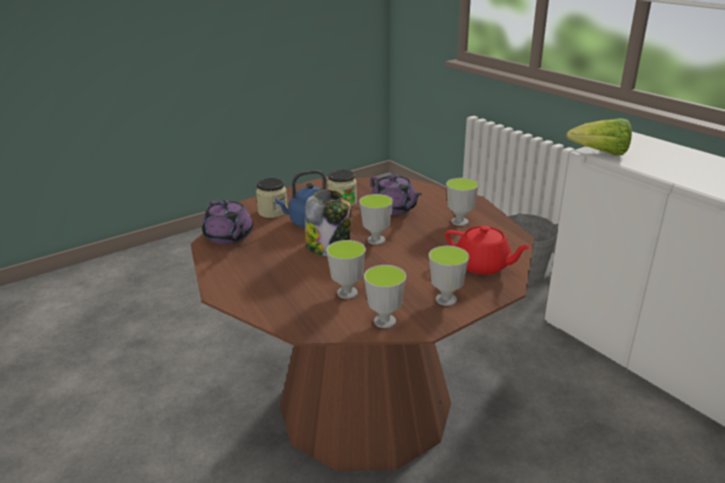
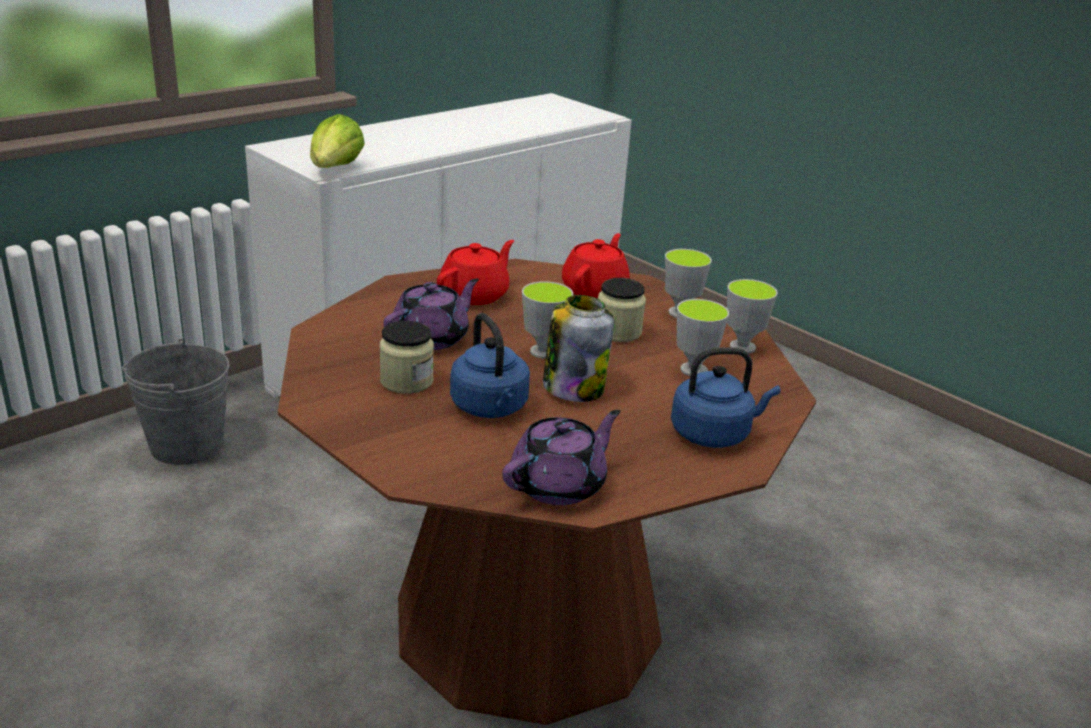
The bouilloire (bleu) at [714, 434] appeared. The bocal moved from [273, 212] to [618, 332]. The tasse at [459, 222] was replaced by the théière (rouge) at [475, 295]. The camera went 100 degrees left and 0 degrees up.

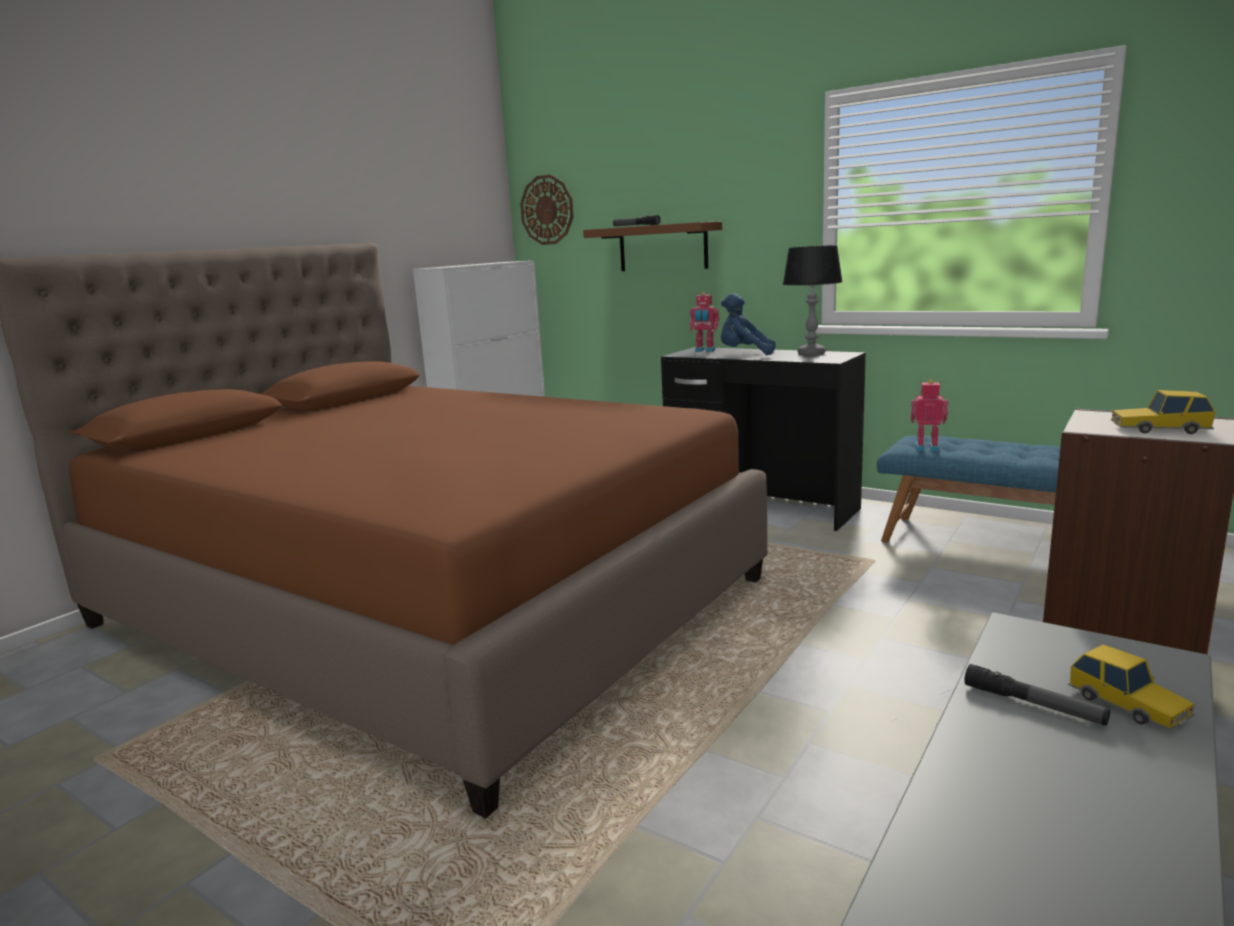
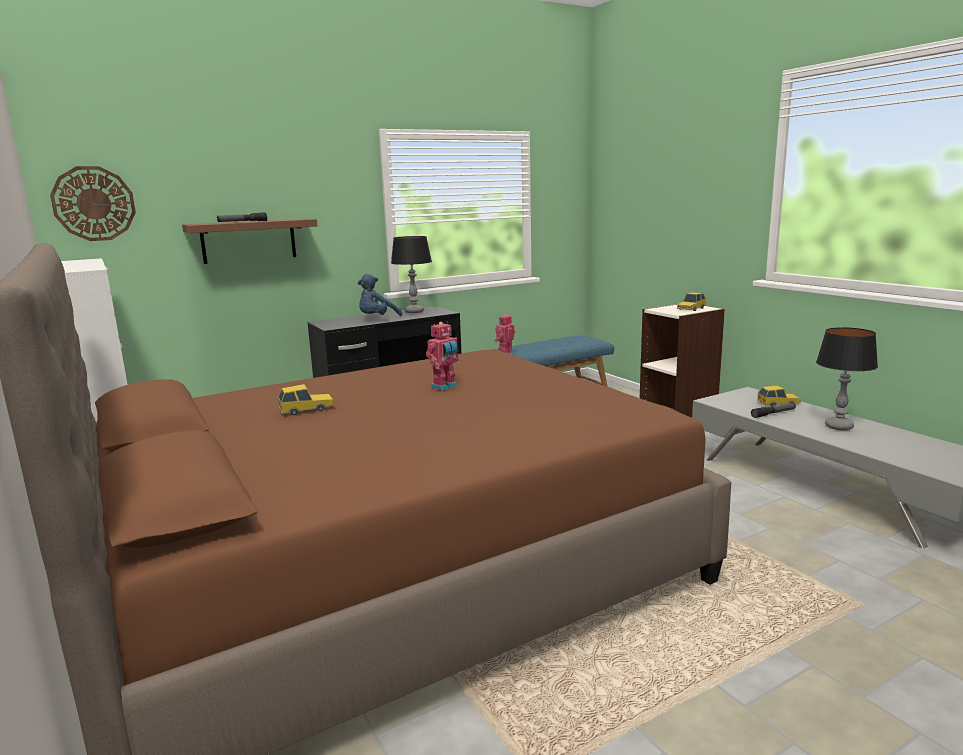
The petite voiture at [306, 409] appeared. The lampe de table at [838, 426] appeared. The robot jouet moved from [704, 350] to [445, 387]. The camera went 65 degrees left and 0 degrees up.

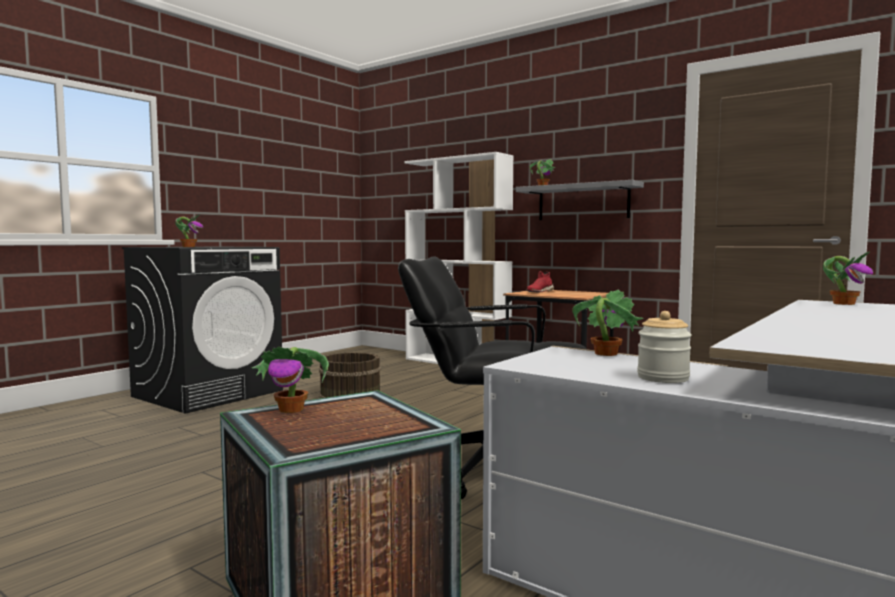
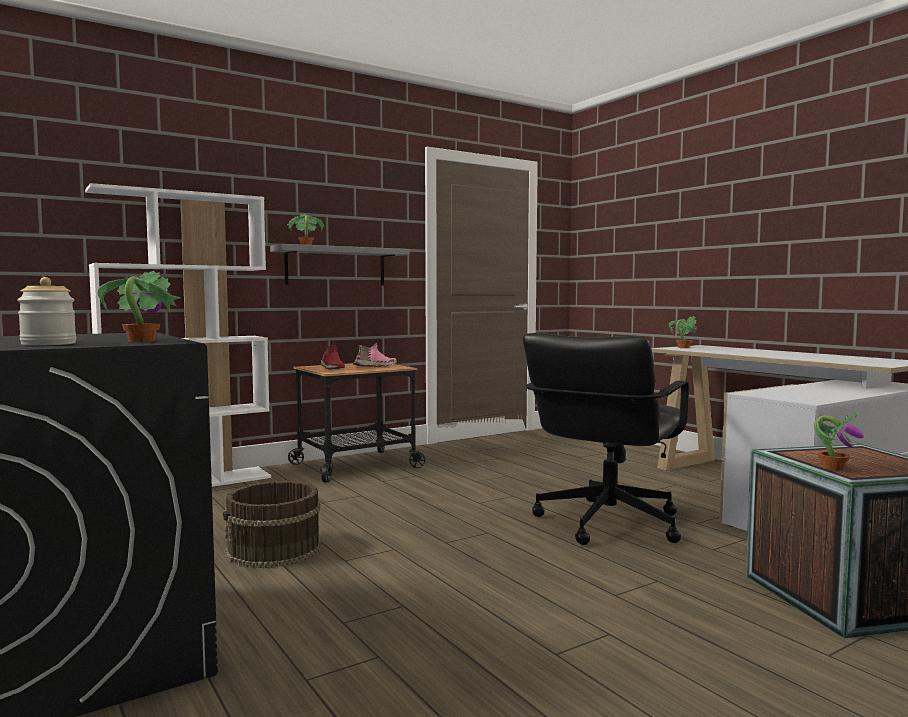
The plante en pot at [605, 353] disappeared. The chaussure (rose) at [376, 366] appeared. The bocal moved from [663, 378] to [48, 344]. The camera went 70 degrees left and 0 degrees up.

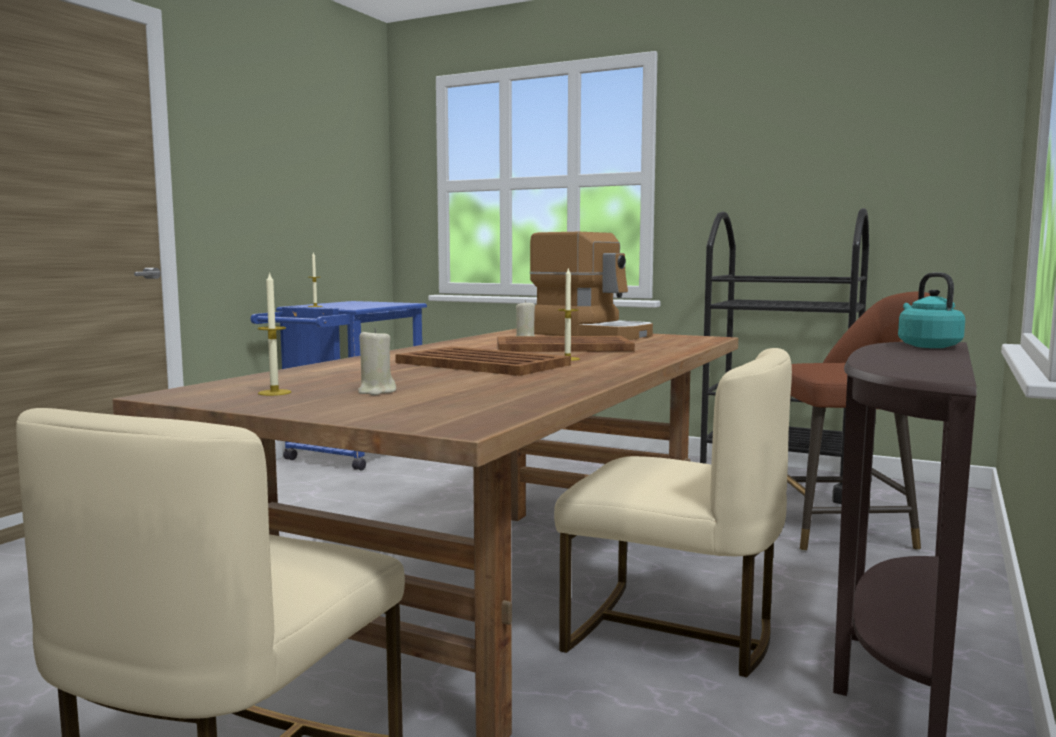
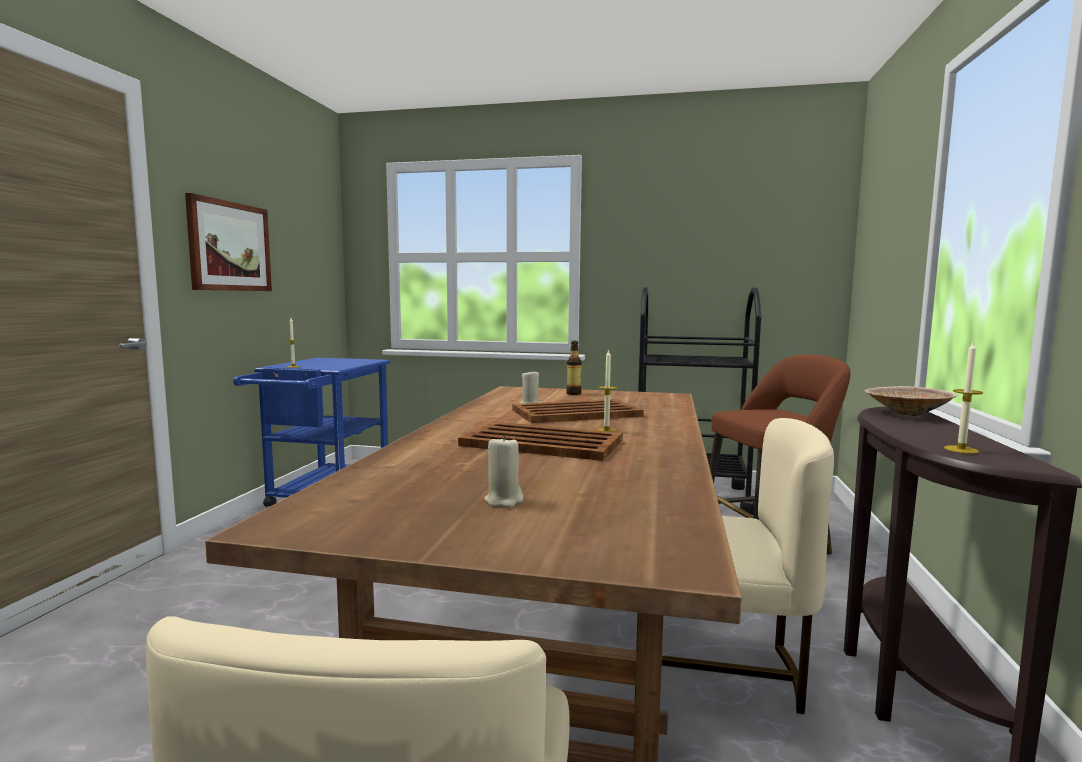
The tableau at [229, 246] appeared. The bougie moved from [274, 392] to [961, 450]. The machine à café at [592, 334] was replaced by the bouteille at [573, 393]. The bouilloire (turquoise) at [927, 346] was replaced by the bol (beige) at [906, 414]. The camera went 15 degrees left and 0 degrees up.

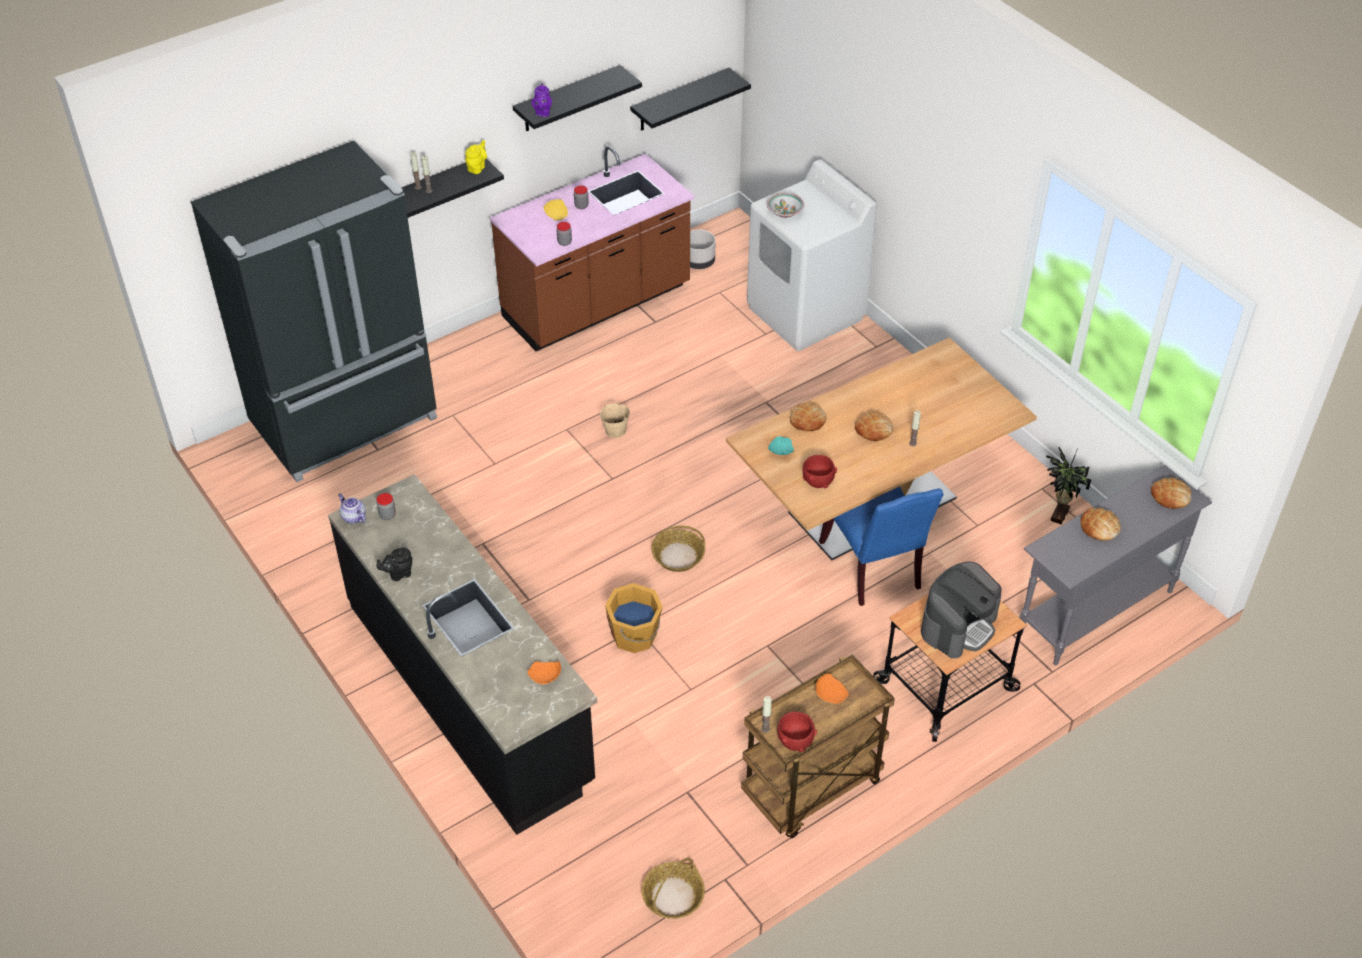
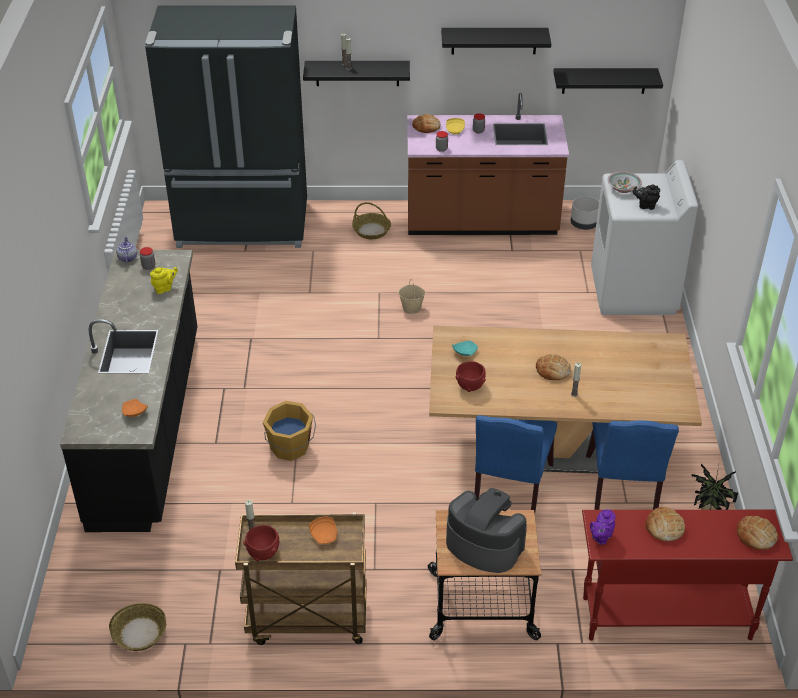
The chaise (bleu) at [623, 492] appeared. The théière (noir) moved from [398, 574] to [645, 206]. The théière (jaune) moved from [477, 167] to [164, 288]. The théière (violet) moved from [542, 113] to [600, 537]. The panier moved from [678, 556] to [371, 231]. The pain moved from [807, 420] to [426, 126]. The table console (gris) at [1095, 611] became the table console (rouge) at [665, 617]. The machine à café at [958, 625] turned 135 degrees counterclockwise. The camera went 35 degrees right and 5 degrees down.

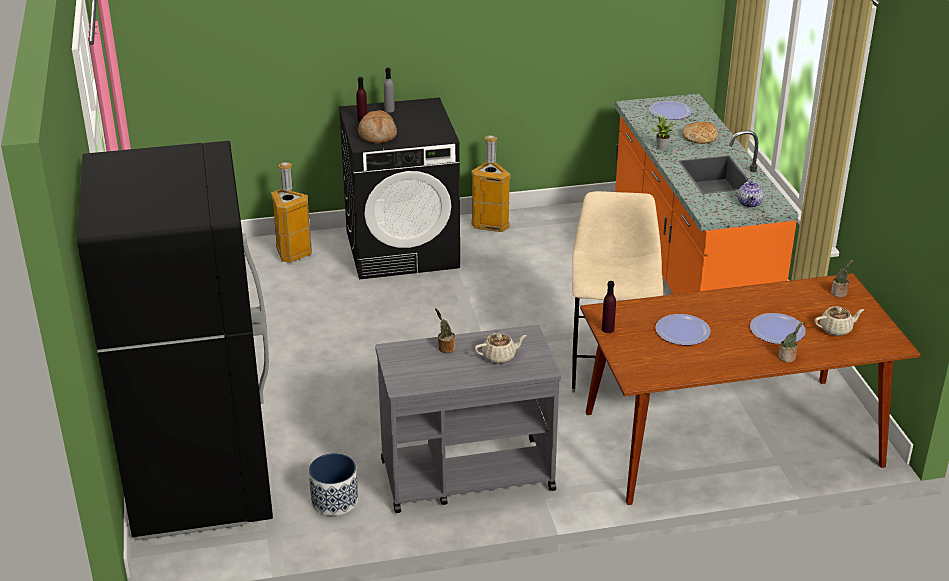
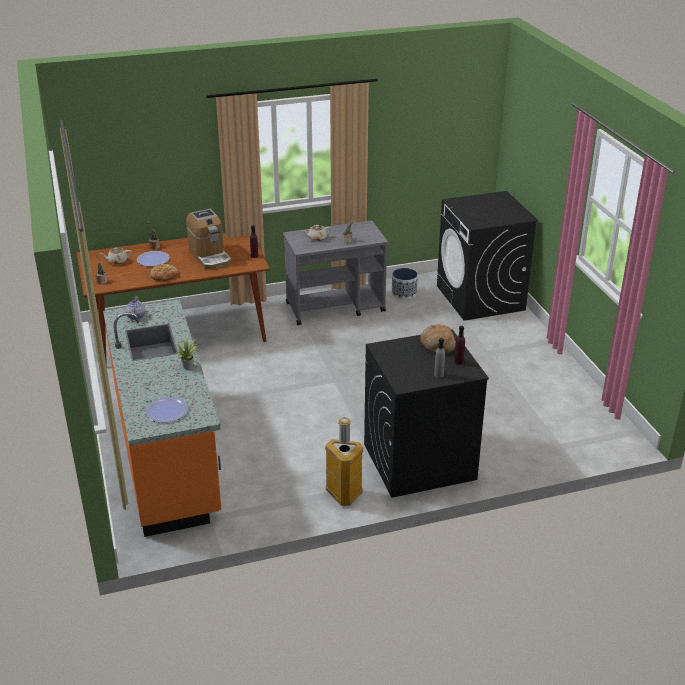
The poubelle at [292, 253] disappeared. The tabouret (beige) at [610, 370] disappeared. The pain moved from [700, 136] to [164, 275]. The réfrigérateur (noir) at [200, 481] was replaced by the lave-linge (noir) at [480, 298]. The assiette at [682, 331] was replaced by the machine à café at [210, 257]. The camera went 175 degrees right and 0 degrees up.

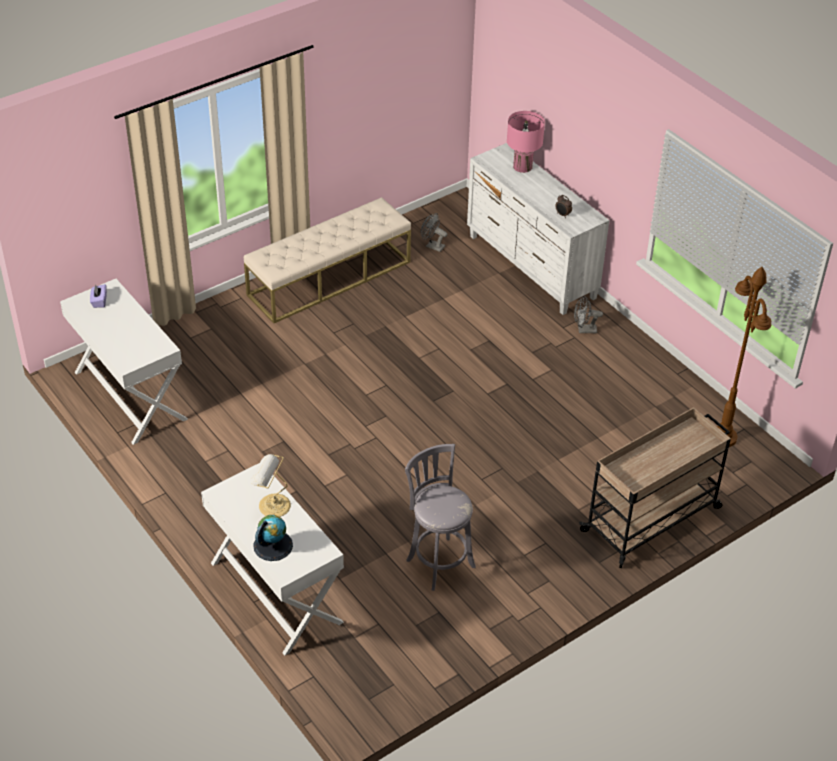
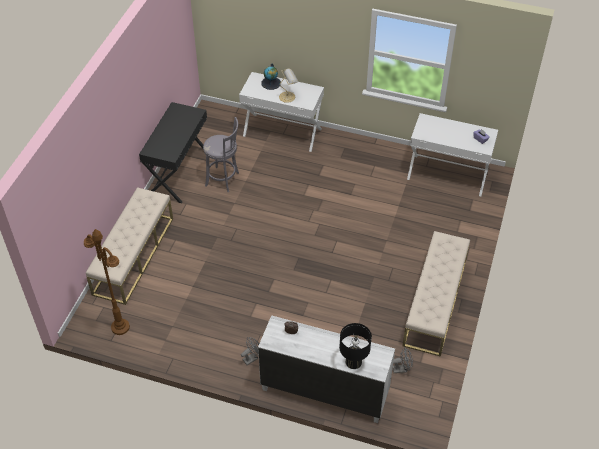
The bureau (noir) at [178, 172] appeared. The chariot (beige) at [652, 518] was replaced by the banc (beige) at [133, 255]. The lampe de table (rose) at [522, 166] became the lampe de table (noir) at [353, 362]. The camera went 145 degrees right and 5 degrees up.

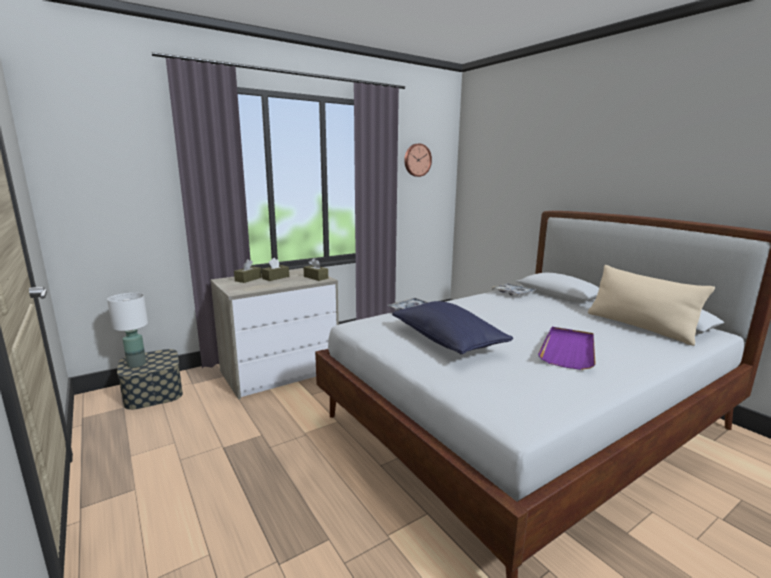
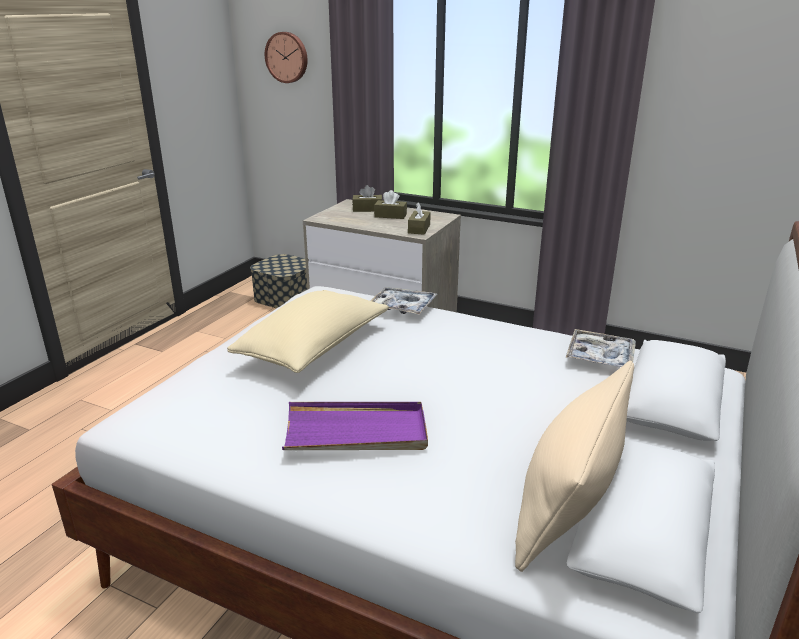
The lampe de table (blanc) at [136, 364] disappeared. The horloge murale moved from [417, 160] to [287, 57]. The coussin (bleu) at [447, 341] became the coussin (beige) at [314, 348]. The camera went 60 degrees right and 10 degrees up.

